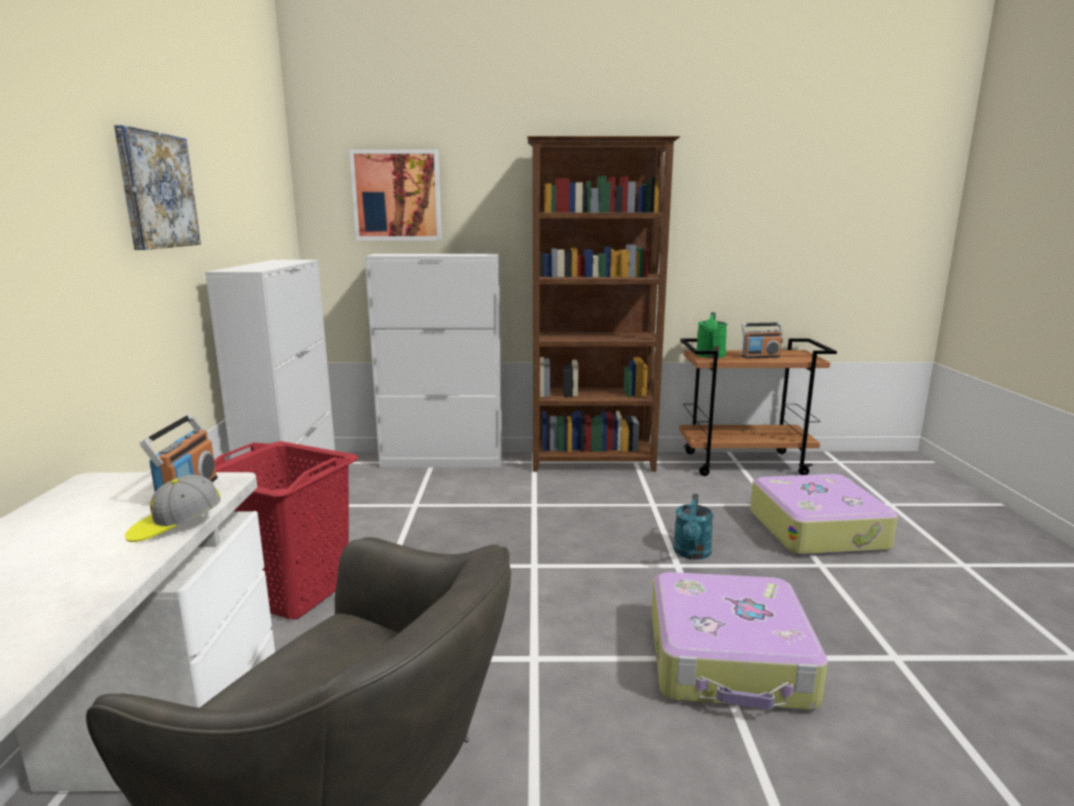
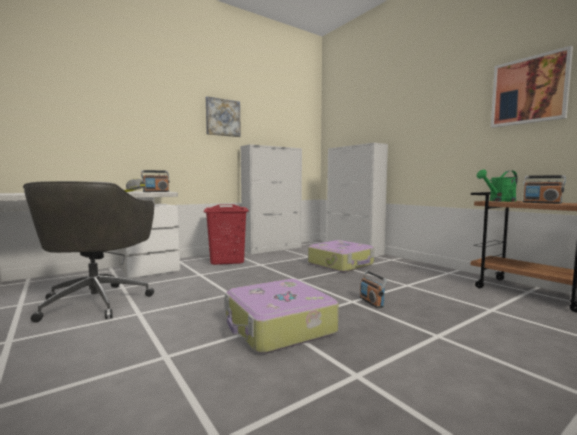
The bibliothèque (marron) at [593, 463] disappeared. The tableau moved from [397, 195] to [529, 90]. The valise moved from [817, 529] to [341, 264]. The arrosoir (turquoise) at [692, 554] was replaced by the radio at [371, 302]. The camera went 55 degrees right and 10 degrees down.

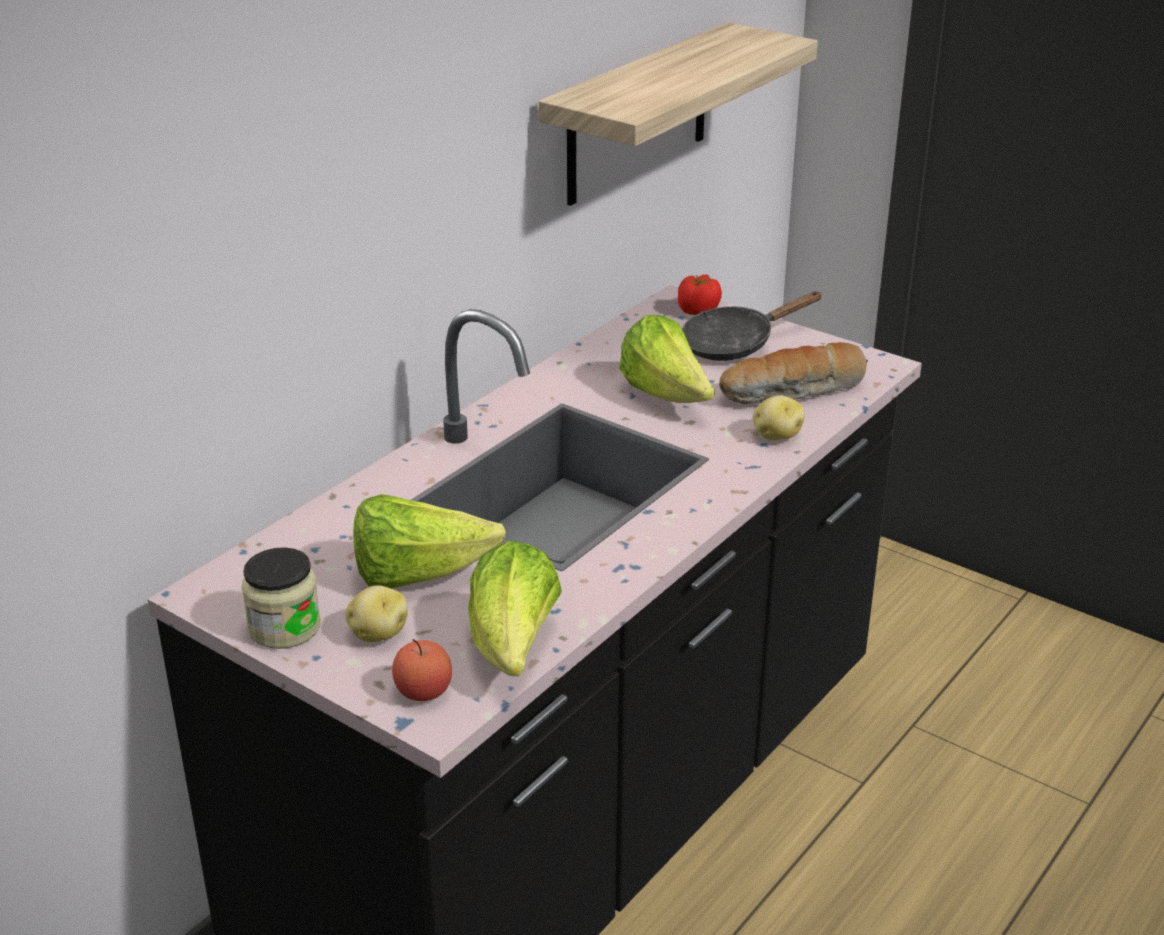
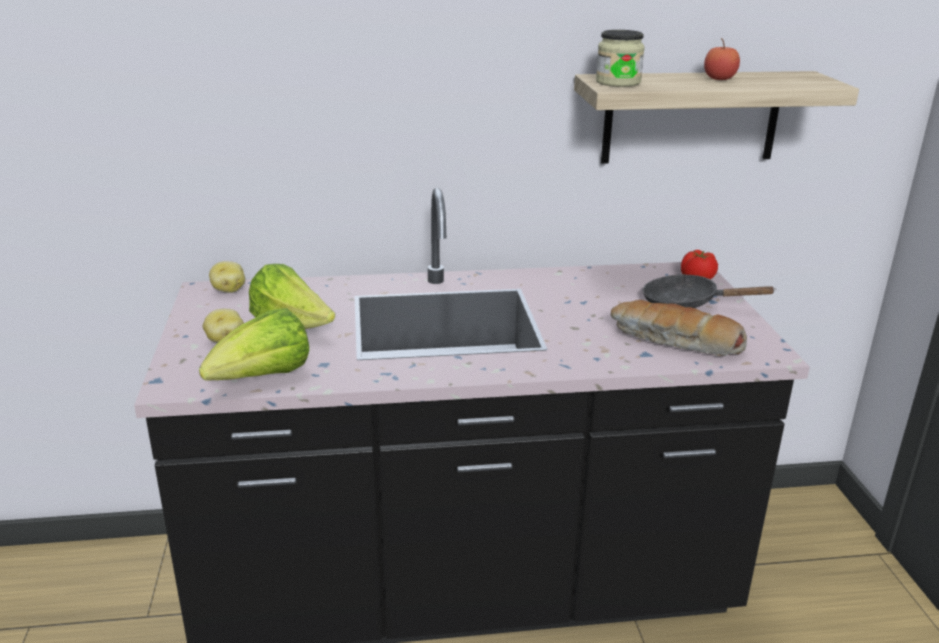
The laitue at [666, 396] disappeared. The bocal moved from [284, 628] to [618, 82]. The pomme moved from [423, 691] to [719, 78]. The pomme de terre moved from [776, 436] to [228, 290]. The camera went 45 degrees right and 5 degrees down.

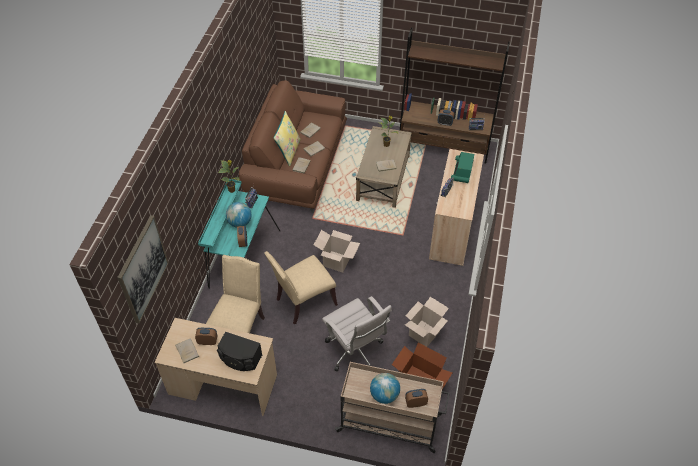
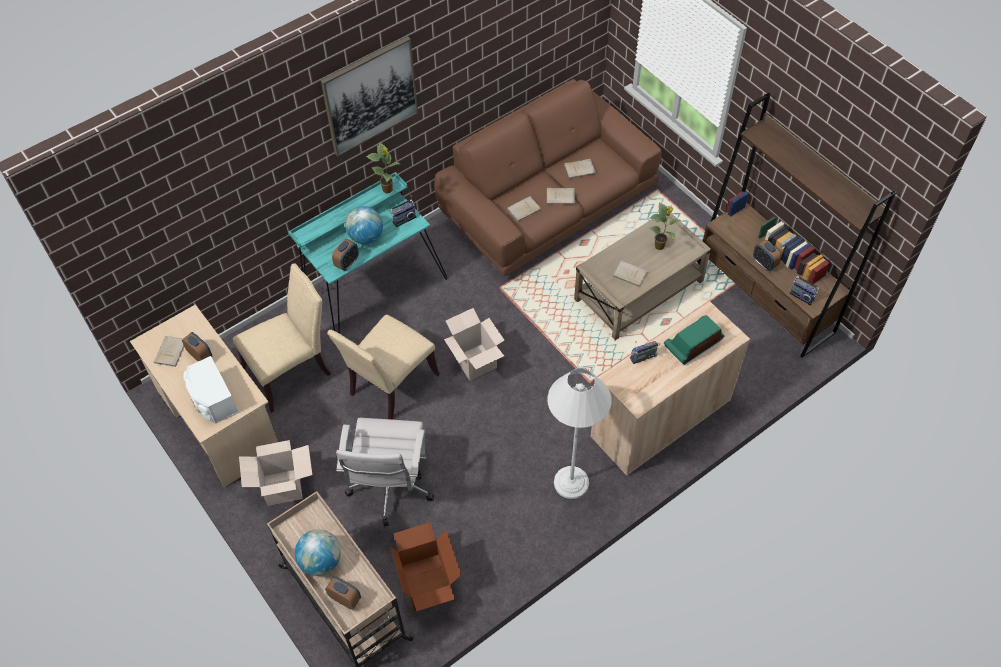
The coussin (jaune) at [288, 151] disappeared. The lampadaire (blanc) at [571, 482] appeared. The tableau moved from [142, 269] to [370, 96]. The carton moved from [424, 333] to [283, 487]. The enceinte (noir) at [240, 359] became the enceinte (blanc) at [212, 400]. The chaise (beige) at [303, 302] turned 60 degrees counterclockwise. The camera went 40 degrees right and 5 degrees up.

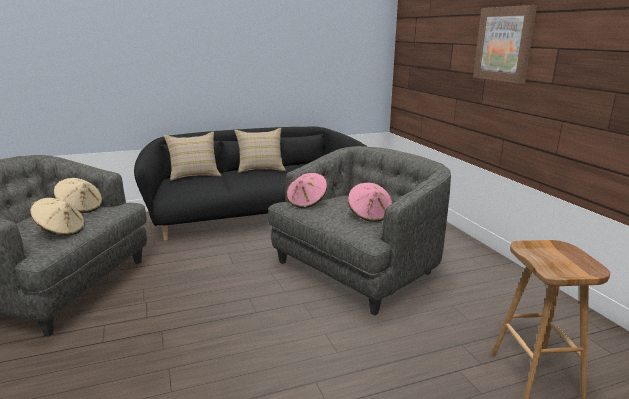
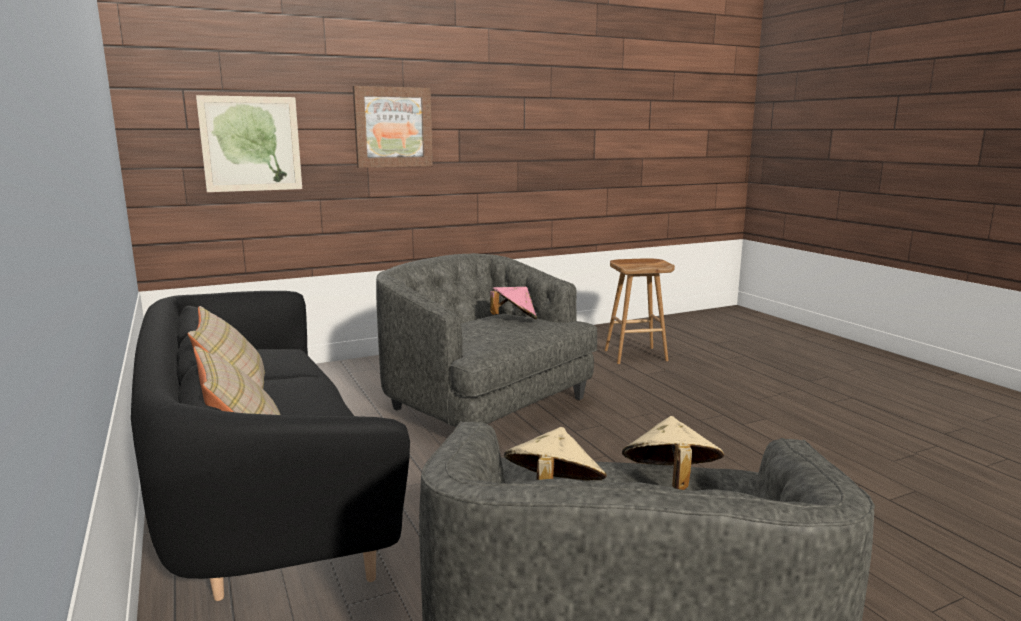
The chapeau (rose) at [307, 202] disappeared. The tableau at [251, 144] appeared. The camera went 95 degrees left and 5 degrees down.

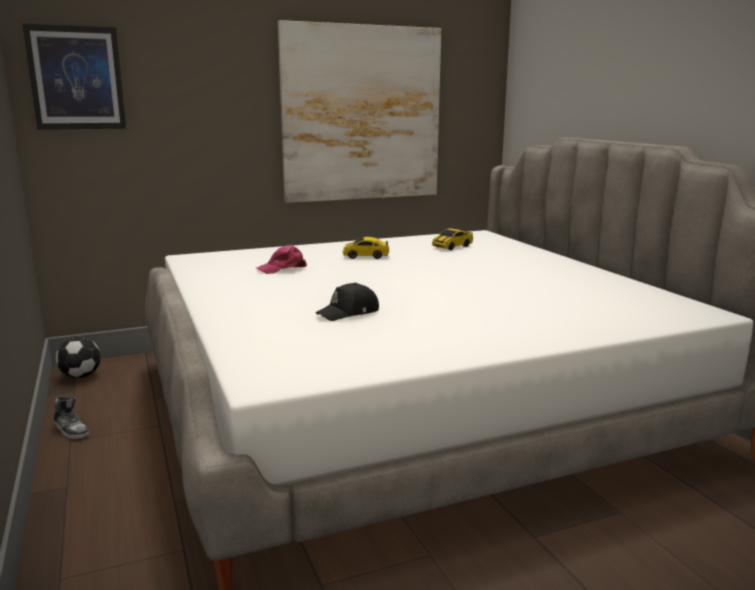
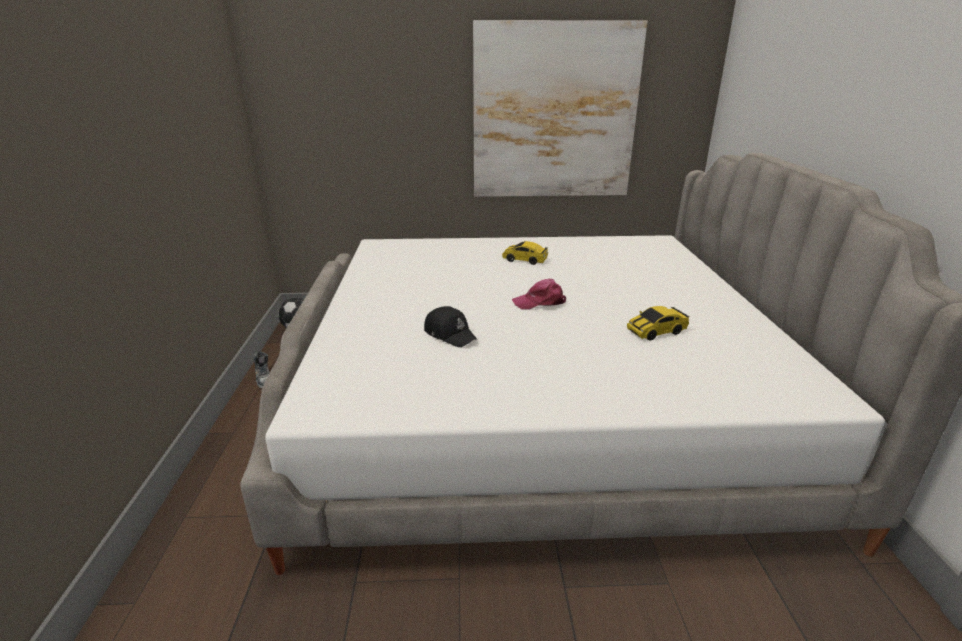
The tableau at [76, 78] disappeared. The casquette (rose) moved from [282, 268] to [540, 302]. The petite voiture moved from [452, 247] to [656, 331]. The casquette (noir) at [349, 313] turned 120 degrees counterclockwise. The camera went 20 degrees right and 10 degrees up.

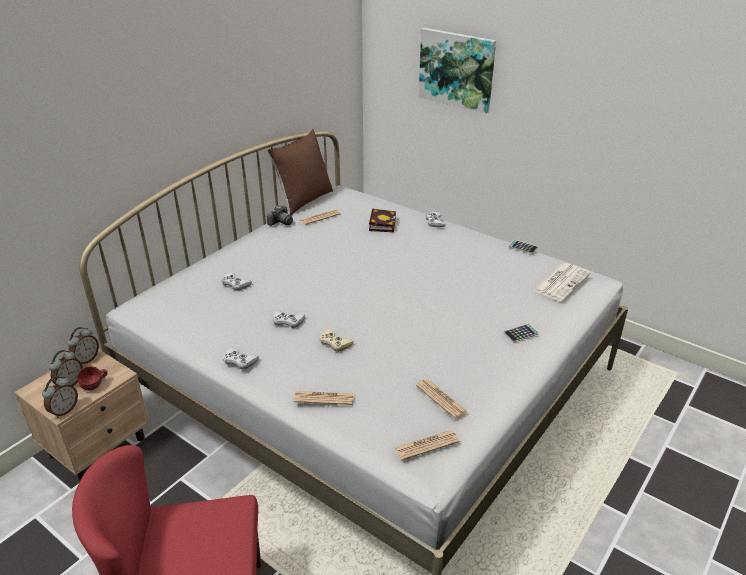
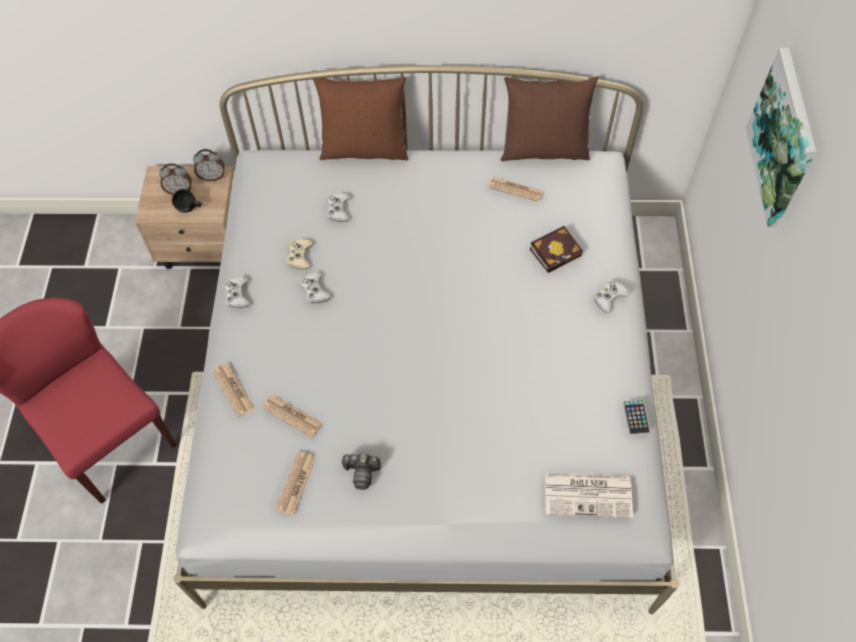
The réveil at [64, 410] disappeared. The téléphone at [521, 333] disappeared. The coussin (marron) at [364, 148] appeared. The appareil photo moved from [281, 222] to [362, 472]. The manette (beige) moved from [335, 343] to [299, 256]. The journal moved from [426, 445] to [292, 416]. The mug (rouge) at [95, 386] became the mug (noir) at [189, 209]. The camera went 55 degrees right and 25 degrees up.

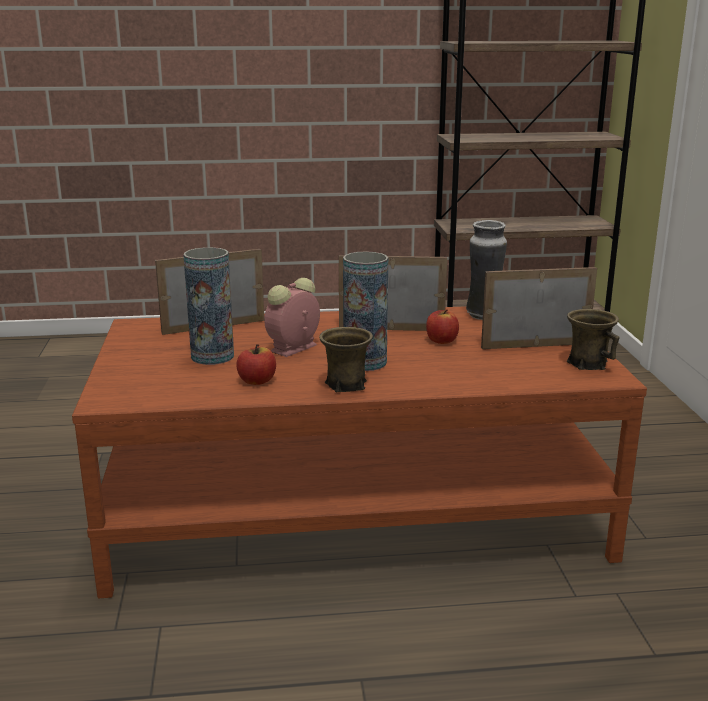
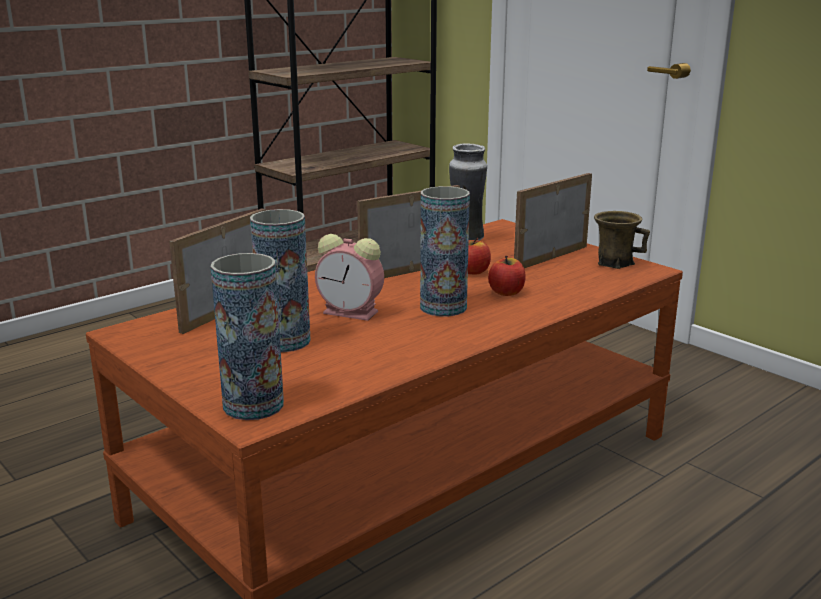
The mug (marron) at [345, 385] disappeared. The vase at [253, 405] appeared. The pomme moved from [257, 381] to [506, 292]. The réveil at [293, 349] turned 75 degrees counterclockwise. The camera went 35 degrees left and 0 degrees up.

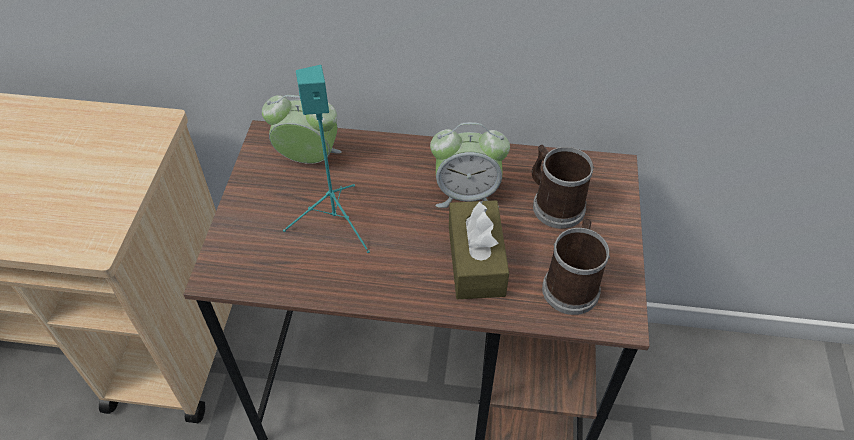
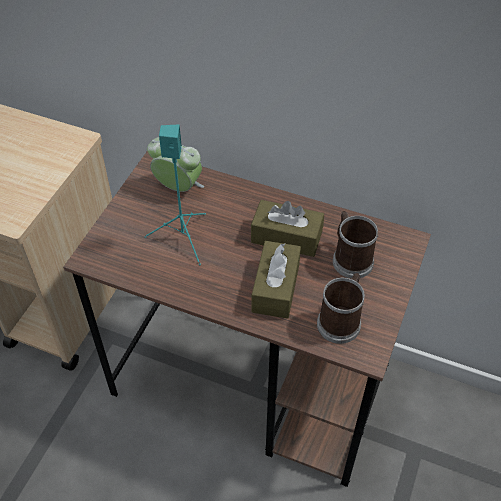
The réveil at [467, 194] was replaced by the boîte à mouchoirs (marron) at [286, 237]. The camera went 15 degrees right and 0 degrees up.

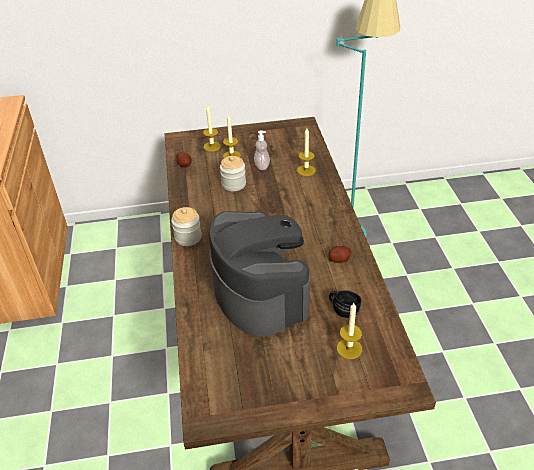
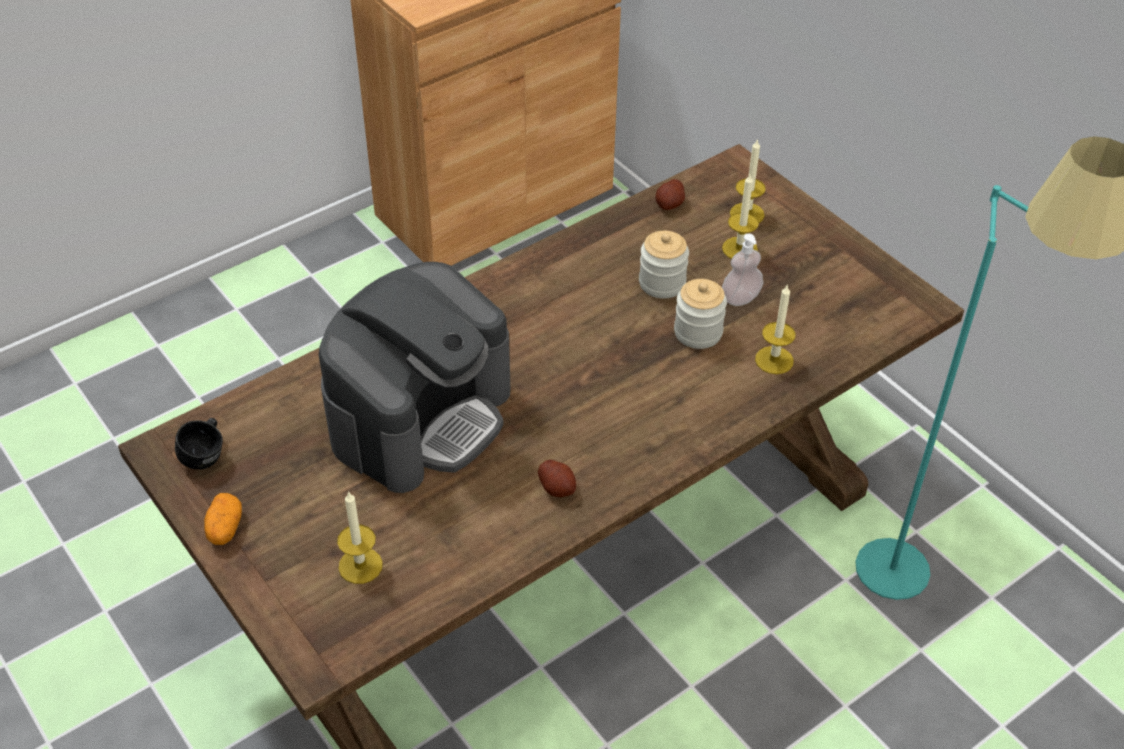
The pomme de terre at [224, 528] appeared. The bocal moved from [188, 237] to [698, 332]. The mug (noir) moved from [343, 309] to [207, 456]. The camera went 60 degrees right and 5 degrees up.

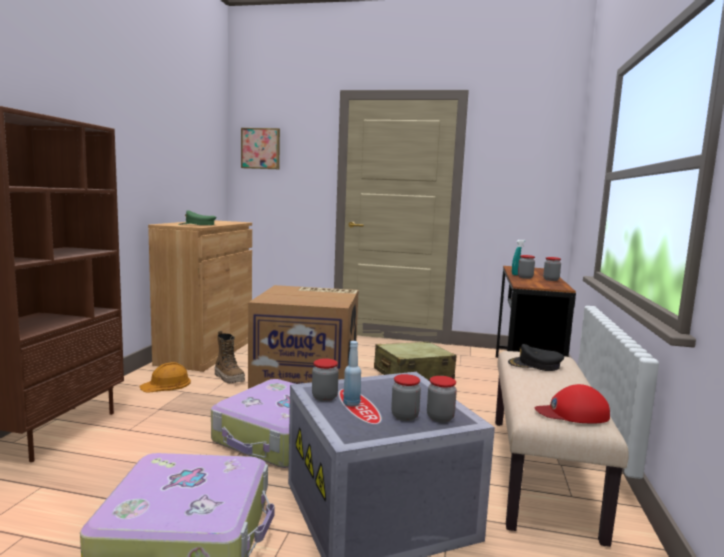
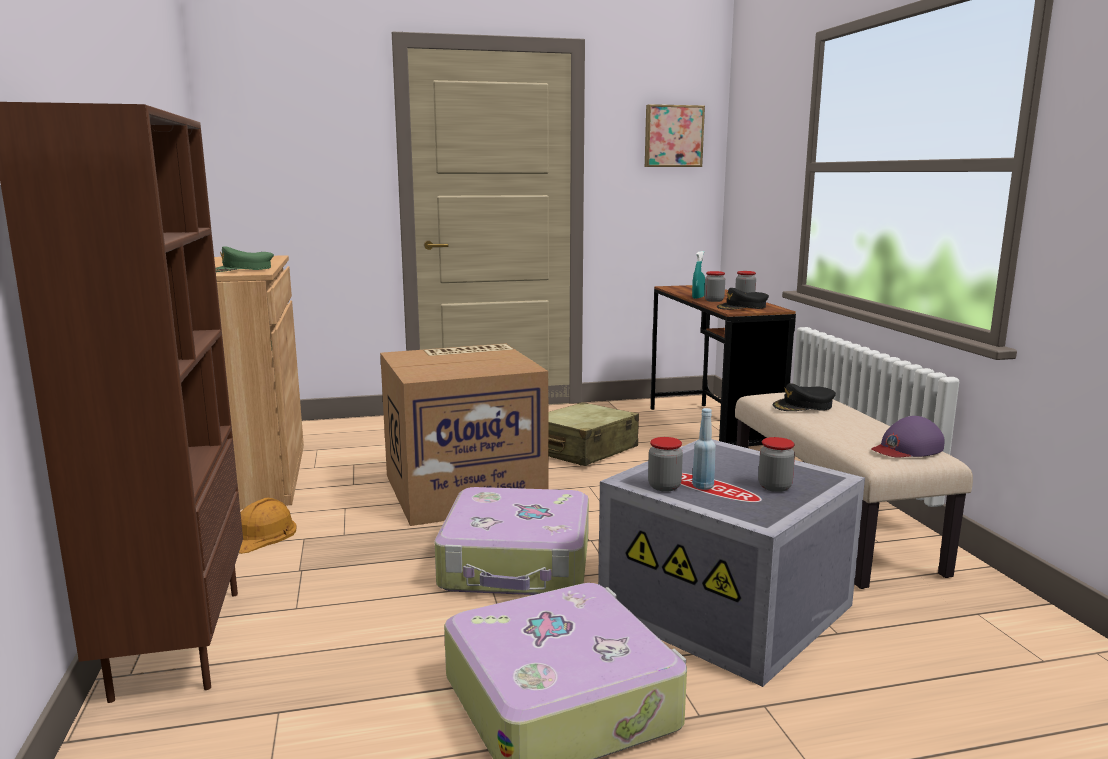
The botte at [229, 378] disappeared. The bocal at [440, 418] disappeared. The casquette (noir) at [742, 307] appeared. The tableau moved from [261, 148] to [673, 136]. The casquette (rouge) at [572, 413] became the casquette (violet) at [907, 448]. The camera went 25 degrees left and 5 degrees up.

